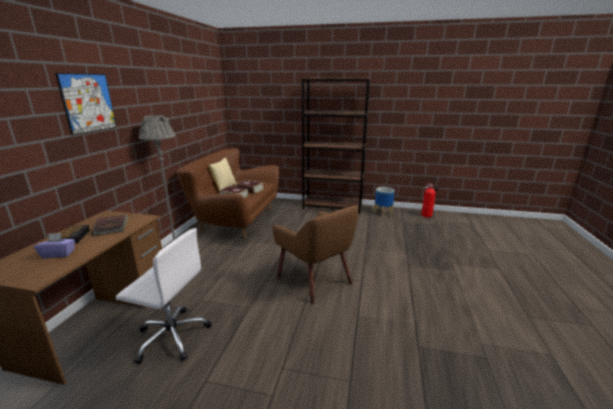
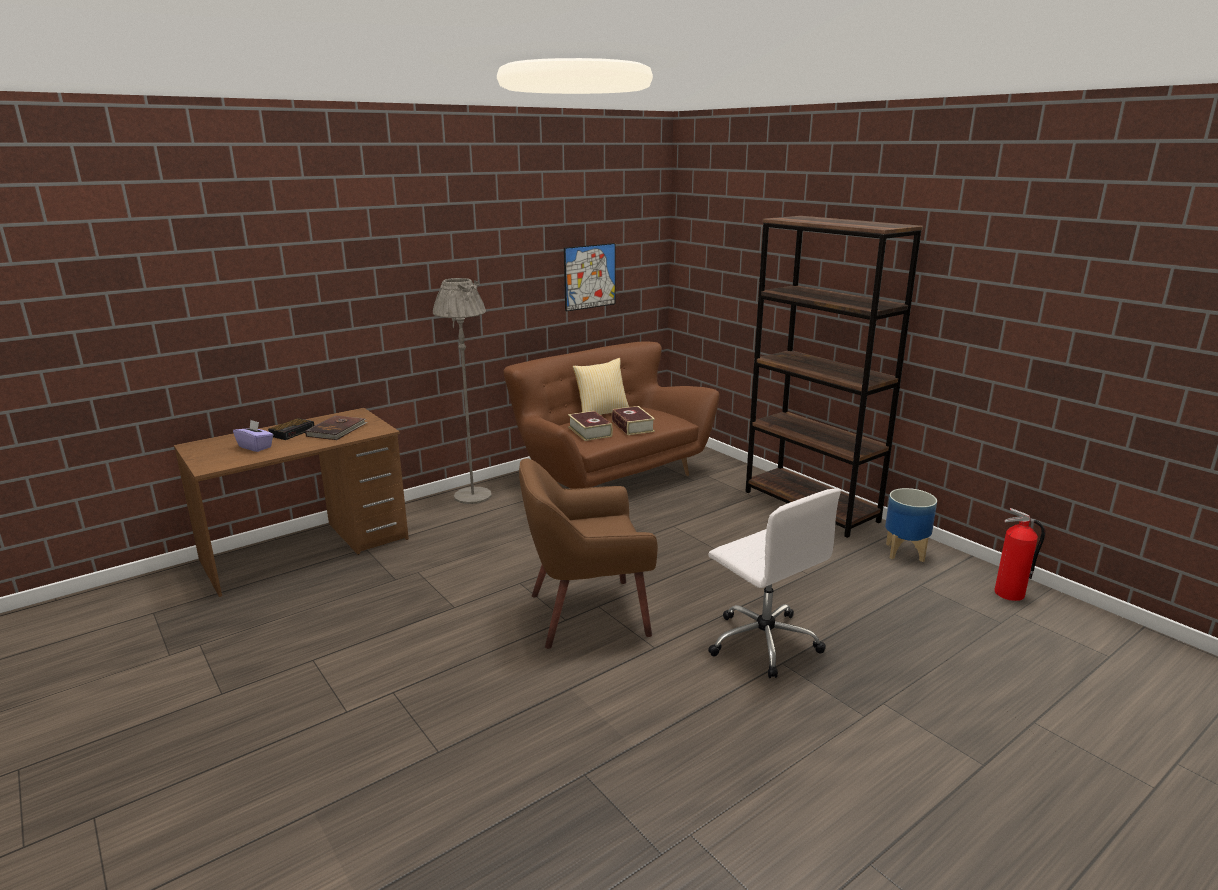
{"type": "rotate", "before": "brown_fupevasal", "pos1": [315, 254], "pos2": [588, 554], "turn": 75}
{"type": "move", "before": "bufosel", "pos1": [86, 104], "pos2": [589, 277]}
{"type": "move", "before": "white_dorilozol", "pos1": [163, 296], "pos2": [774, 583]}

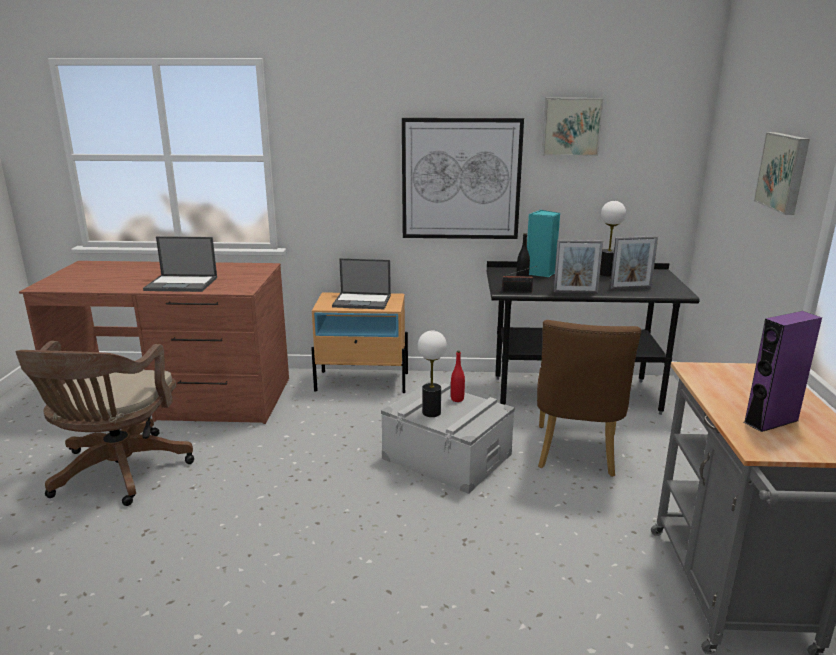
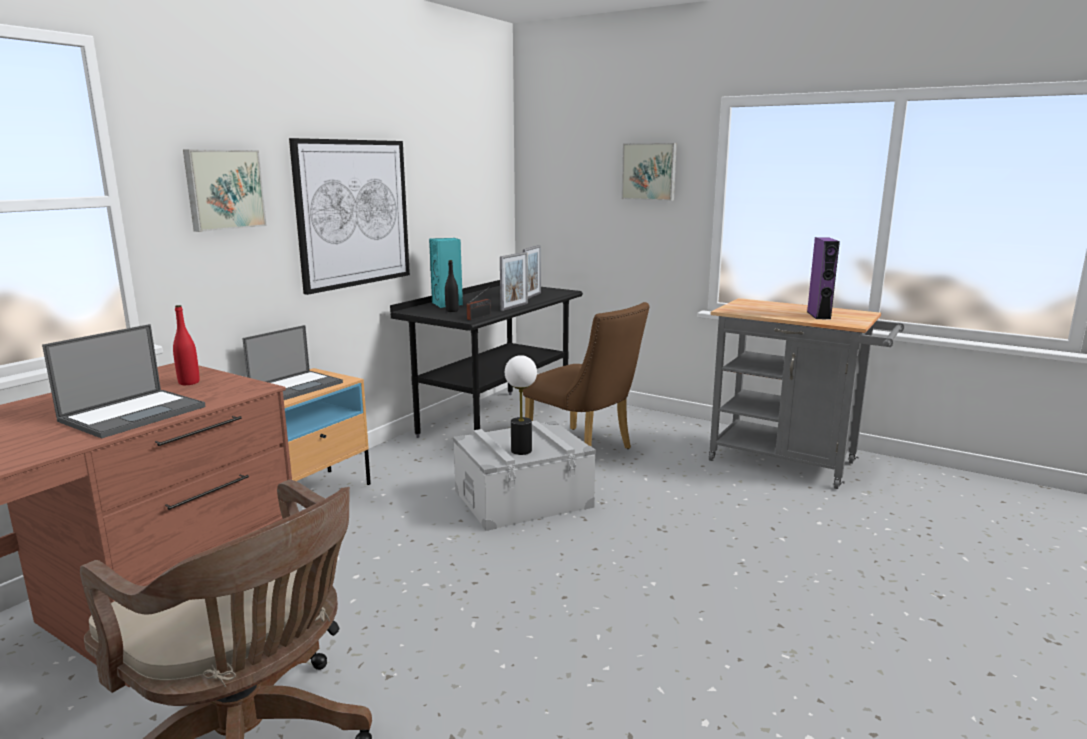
{"type": "move", "before": "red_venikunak", "pos1": [458, 376], "pos2": [186, 345]}
{"type": "move", "before": "bufosel", "pos1": [572, 127], "pos2": [225, 191]}
{"type": "delete", "before": "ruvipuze", "pos1": [613, 238]}

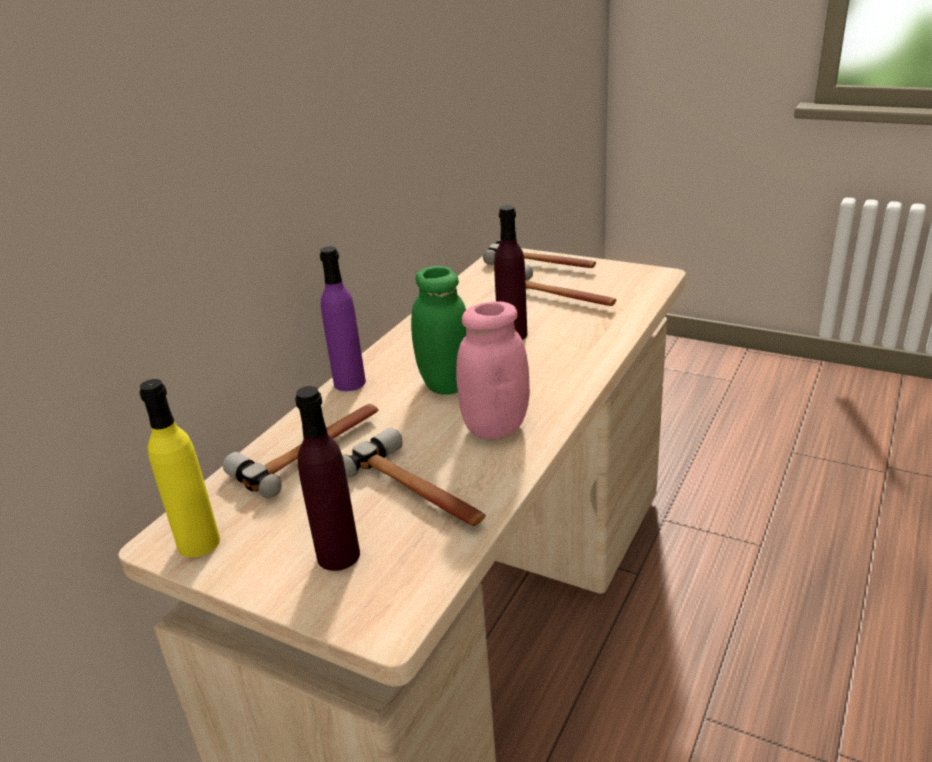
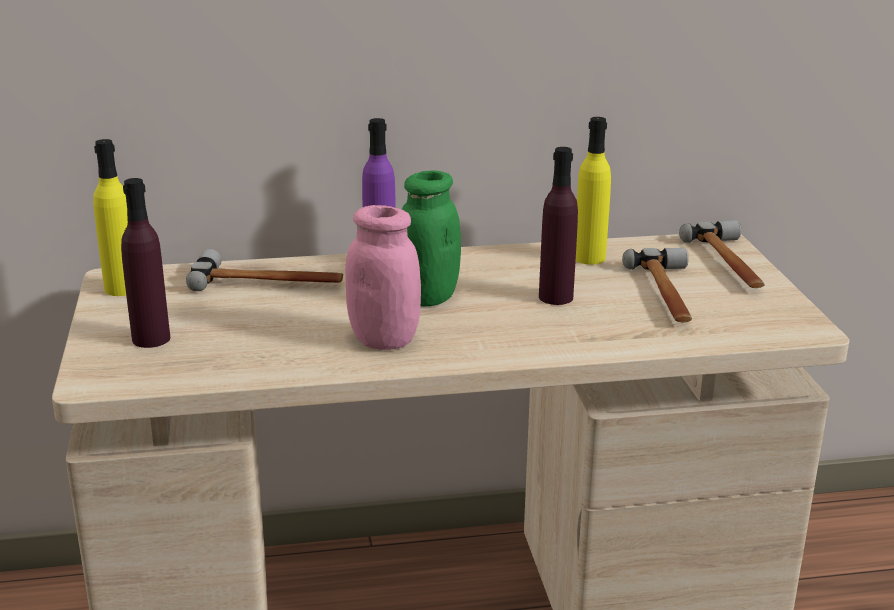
{"type": "insert", "after": "yellow_venikunak", "pos2": [593, 191]}
{"type": "delete", "before": "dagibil", "pos1": [414, 477]}

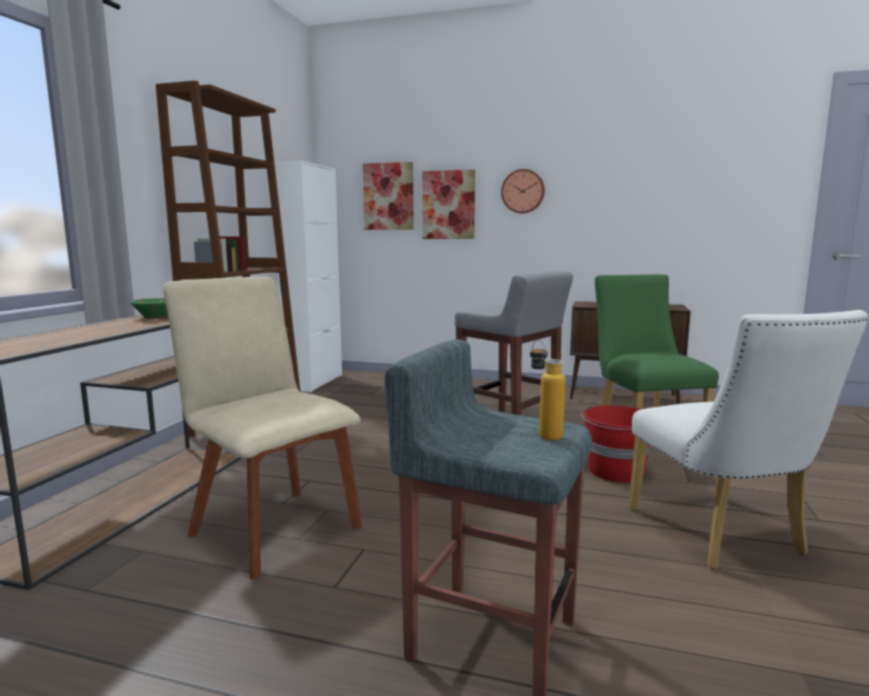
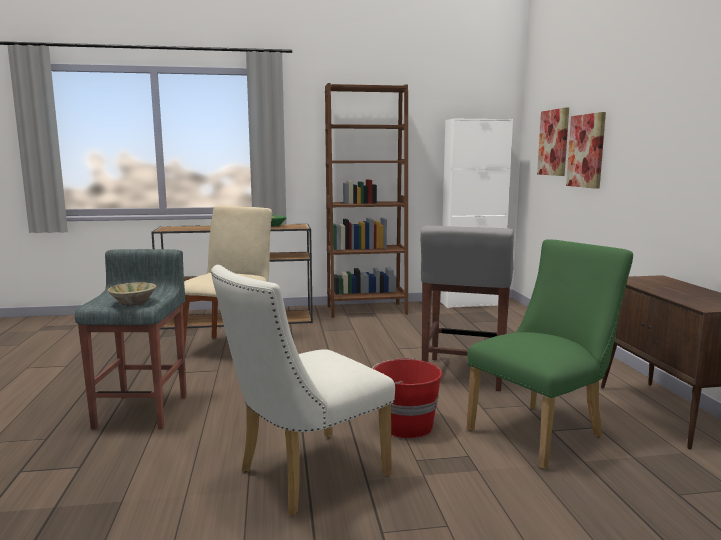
{"type": "replace", "before": "venikunak", "after": "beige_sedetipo", "pos1": [547, 390], "pos2": [131, 294]}
{"type": "delete", "before": "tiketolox", "pos1": [523, 191]}

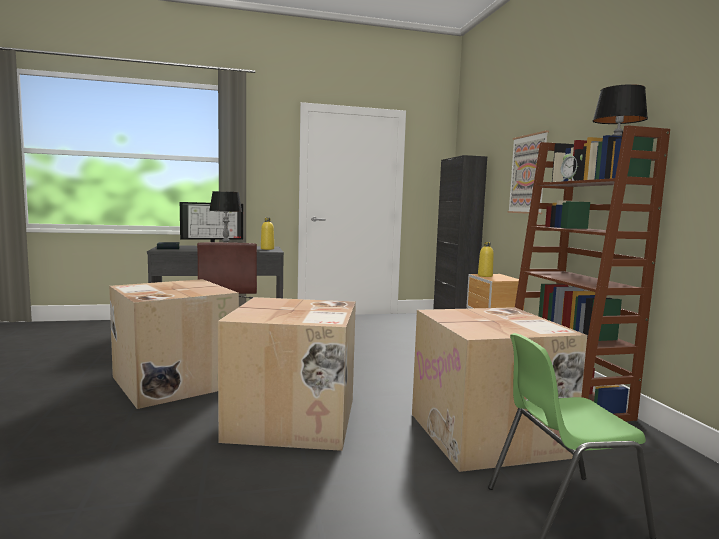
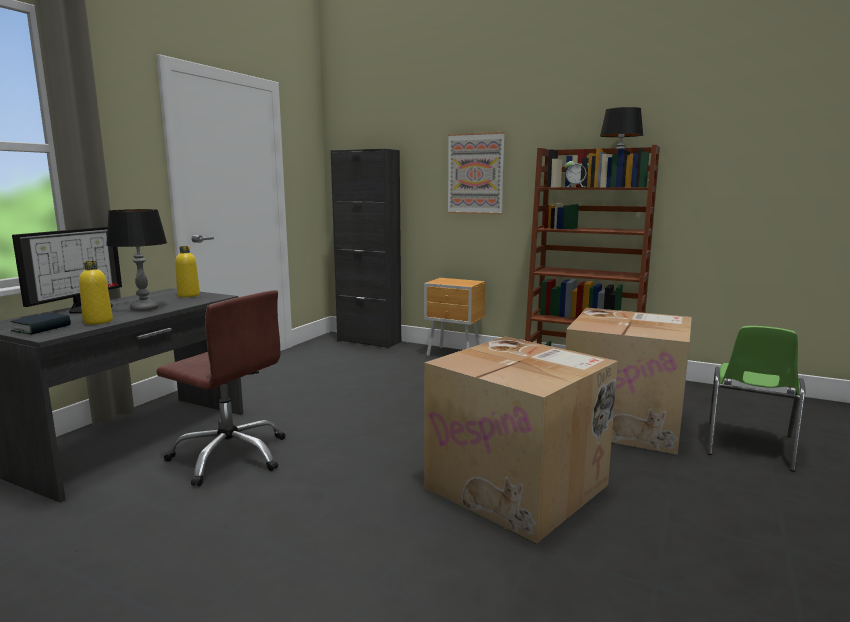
{"type": "move", "before": "yellow_venikunak", "pos1": [486, 259], "pos2": [96, 293]}
{"type": "delete", "before": "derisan", "pos1": [174, 344]}

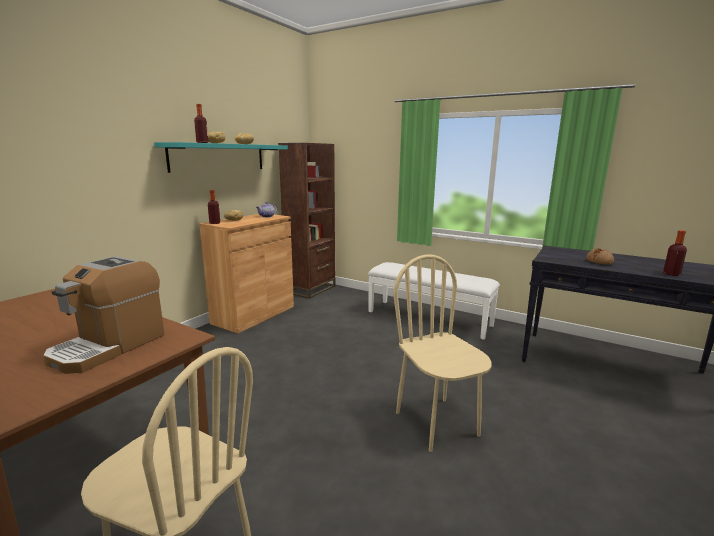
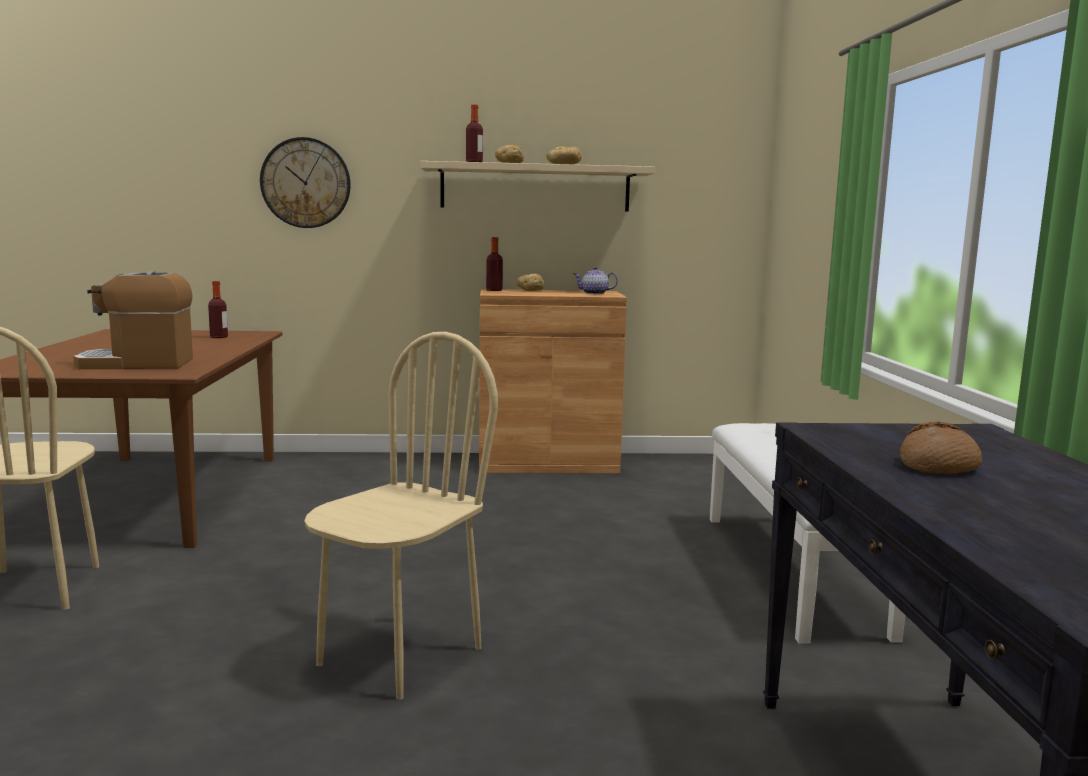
{"type": "move", "before": "venikunak", "pos1": [675, 253], "pos2": [218, 309]}
{"type": "insert", "after": "tiketolox", "pos2": [305, 182]}
{"type": "recolor", "before": "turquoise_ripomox", "after": "beige_ripomox", "pos1": [221, 157], "pos2": [537, 186]}
{"type": "delete", "before": "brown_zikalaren", "pos1": [306, 221]}

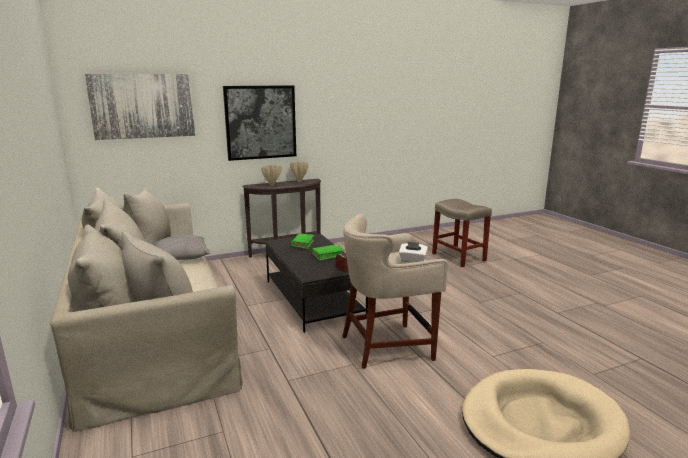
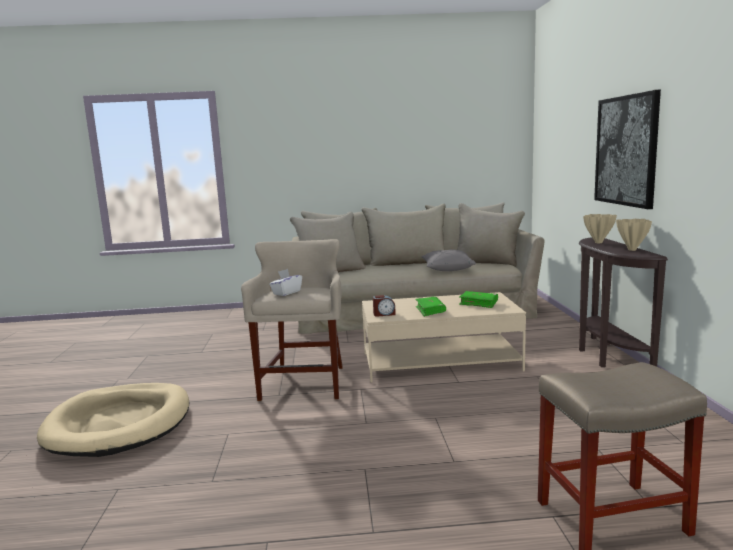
{"type": "recolor", "before": "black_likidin", "after": "beige_likidin", "pos1": [316, 283], "pos2": [444, 337]}
{"type": "delete", "before": "bufosel", "pos1": [140, 107]}

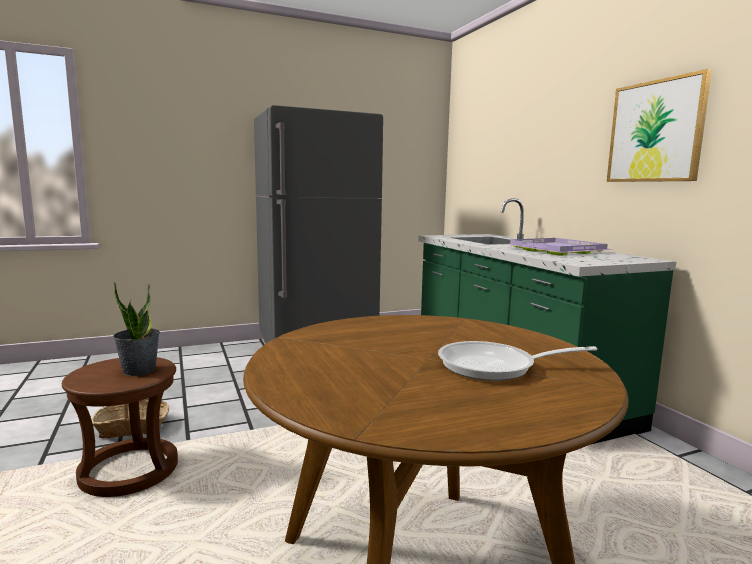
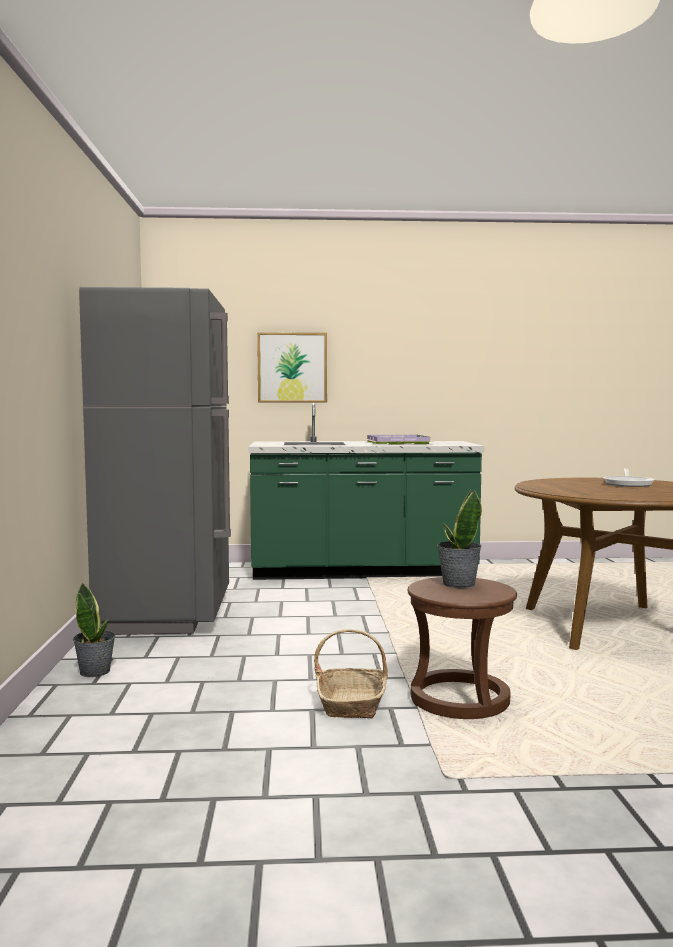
{"type": "insert", "after": "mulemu", "pos2": [94, 629]}
{"type": "move", "before": "bufosel", "pos1": [659, 125], "pos2": [292, 367]}

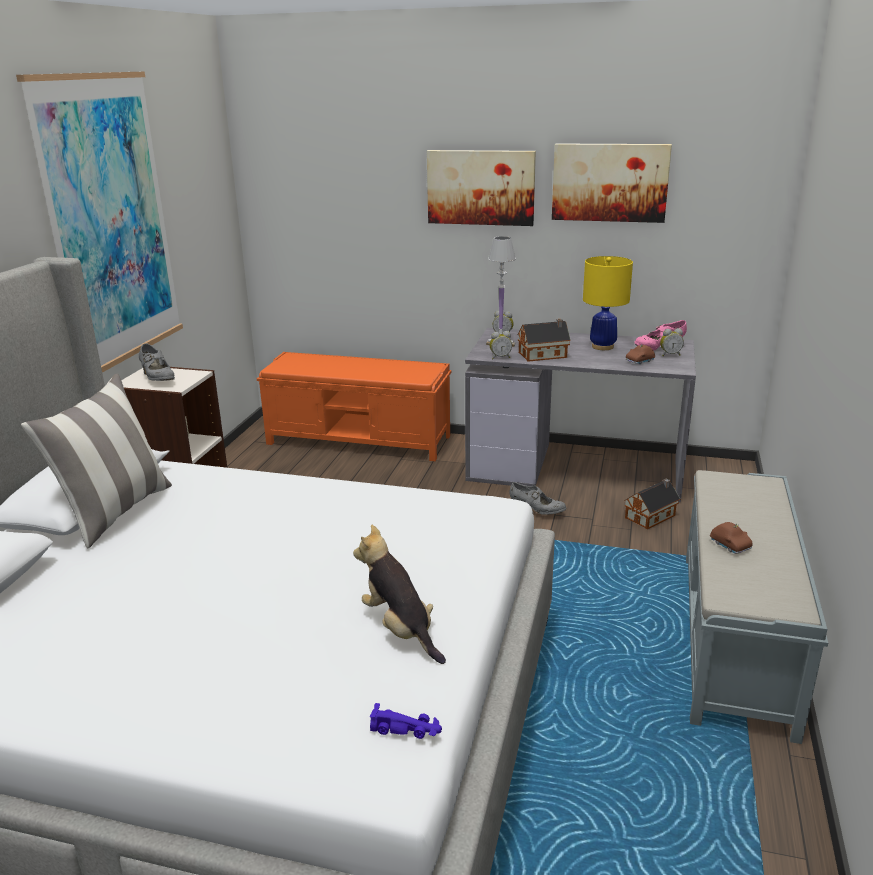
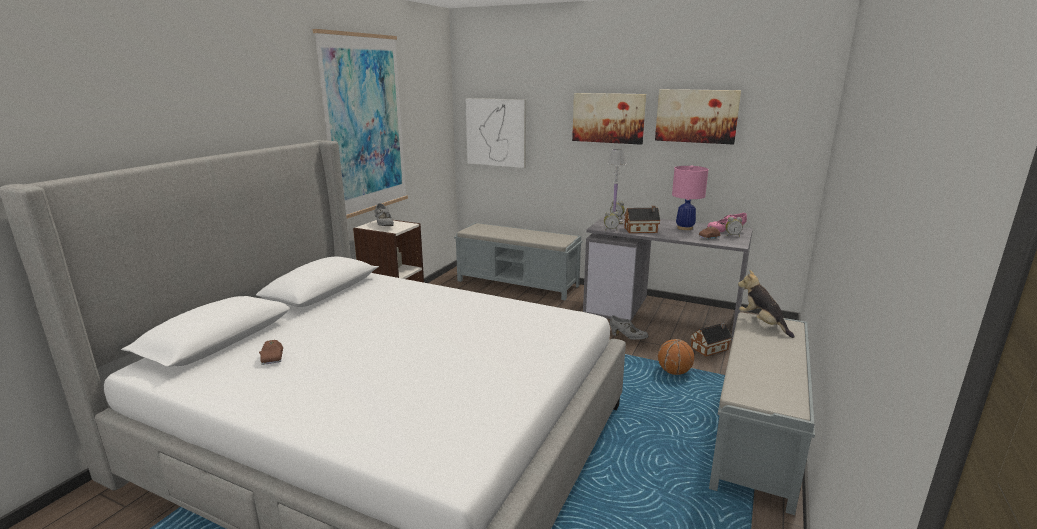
{"type": "move", "before": "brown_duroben", "pos1": [731, 538], "pos2": [271, 352]}
{"type": "recolor", "before": "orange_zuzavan", "after": "grey_zuzavan", "pos1": [354, 406], "pos2": [518, 261]}
{"type": "insert", "after": "bufosel", "pos2": [495, 133]}
{"type": "insert", "after": "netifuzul", "pos2": [676, 357]}
{"type": "recolor", "before": "yellow_ruvipuze", "after": "pink_ruvipuze", "pos1": [608, 303], "pos2": [690, 197]}
{"type": "move", "before": "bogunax", "pos1": [399, 594], "pos2": [766, 304]}
{"type": "delete", "before": "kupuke", "pos1": [96, 461]}
{"type": "delete", "before": "purple_duroben", "pos1": [406, 721]}

